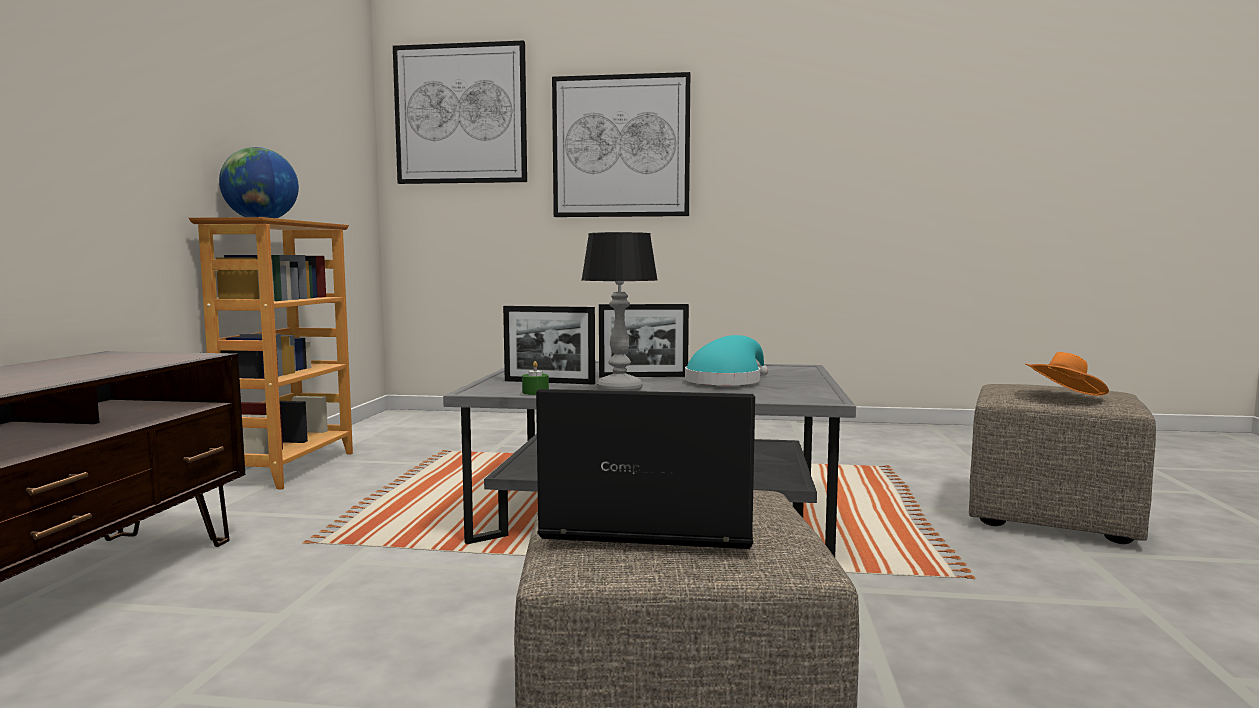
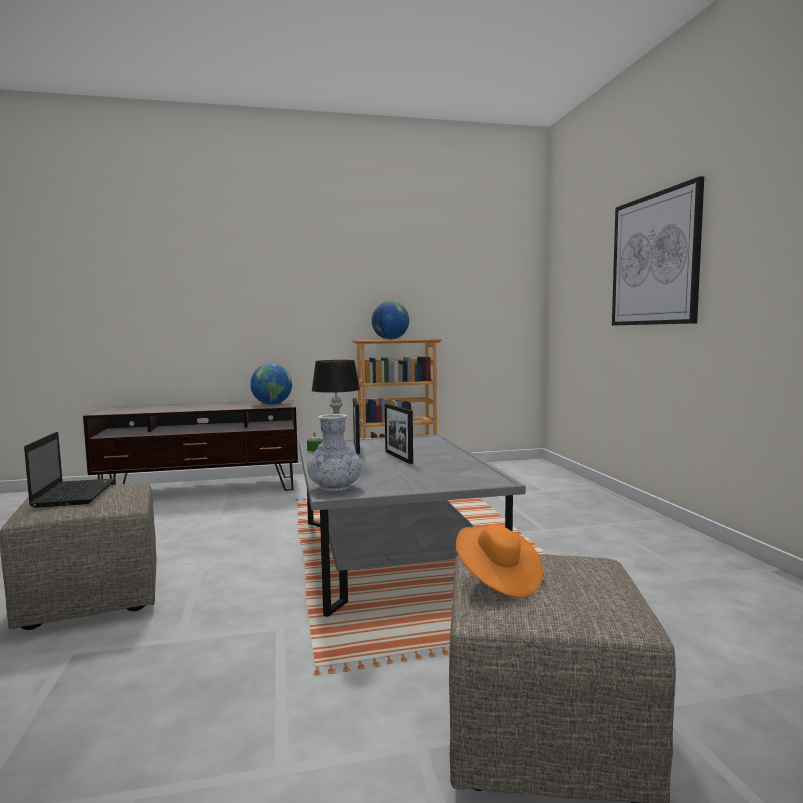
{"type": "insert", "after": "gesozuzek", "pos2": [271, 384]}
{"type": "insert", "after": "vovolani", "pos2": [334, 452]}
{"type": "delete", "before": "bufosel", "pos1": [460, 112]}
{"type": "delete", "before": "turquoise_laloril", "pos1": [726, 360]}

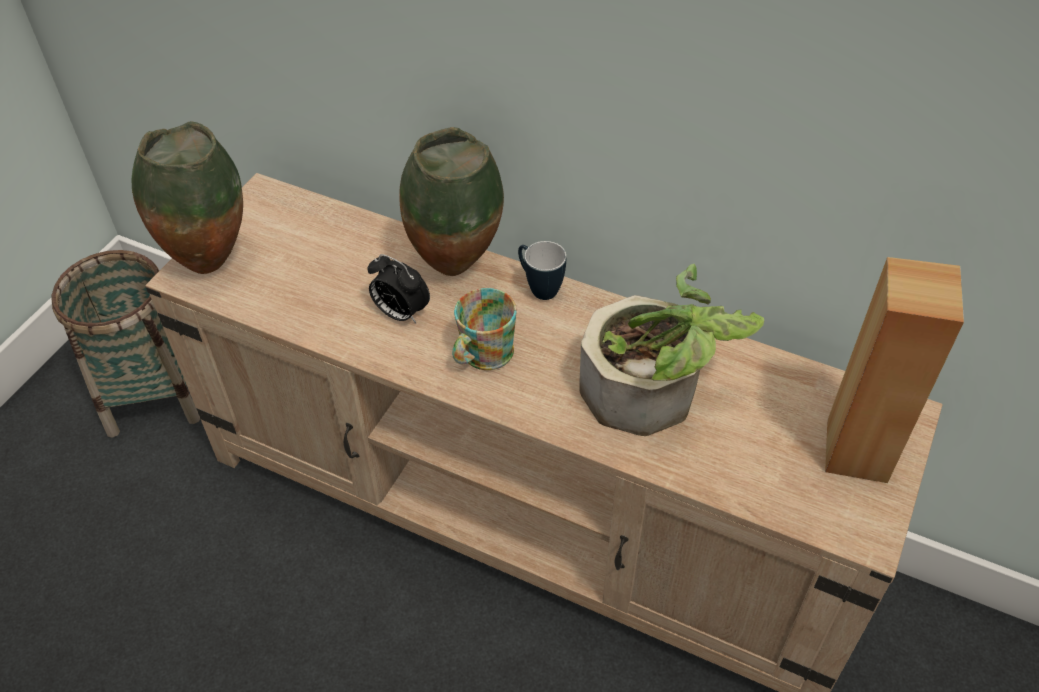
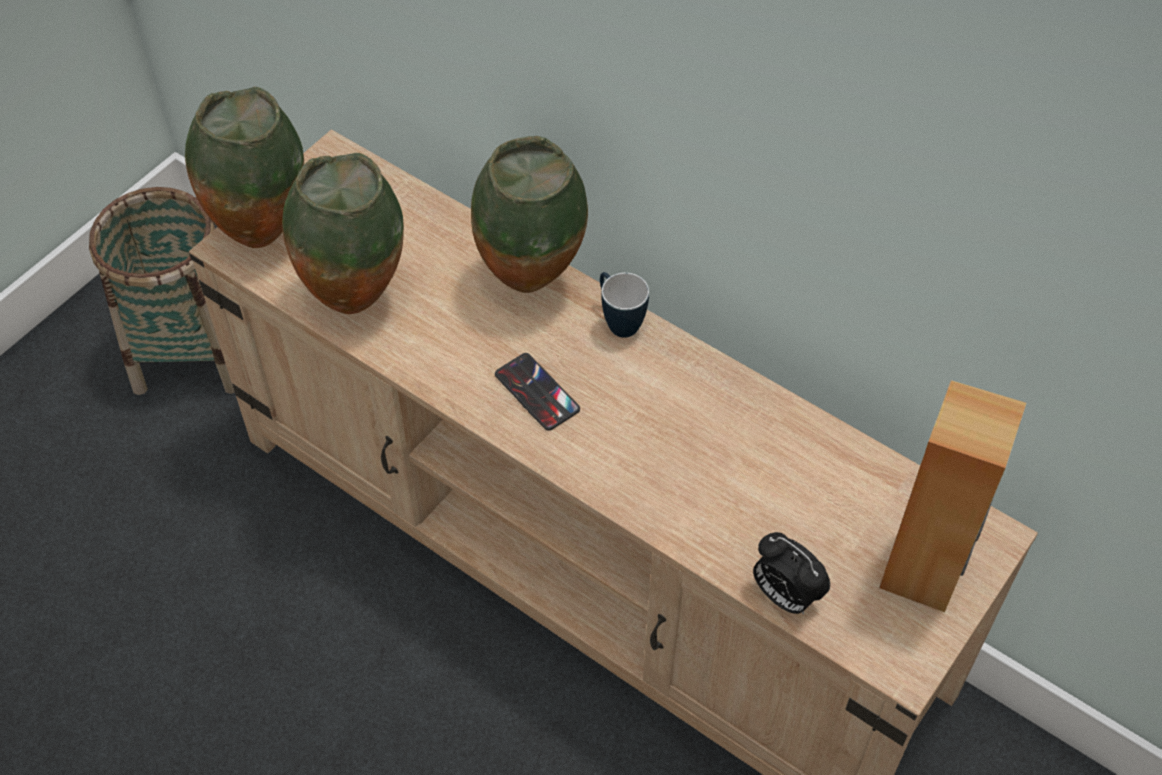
{"type": "insert", "after": "vovolani", "pos2": [343, 233]}
{"type": "replace", "before": "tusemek", "after": "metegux", "pos1": [484, 329], "pos2": [537, 392]}
{"type": "move", "before": "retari", "pos1": [399, 288], "pos2": [791, 573]}
{"type": "delete", "before": "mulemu", "pos1": [671, 350]}

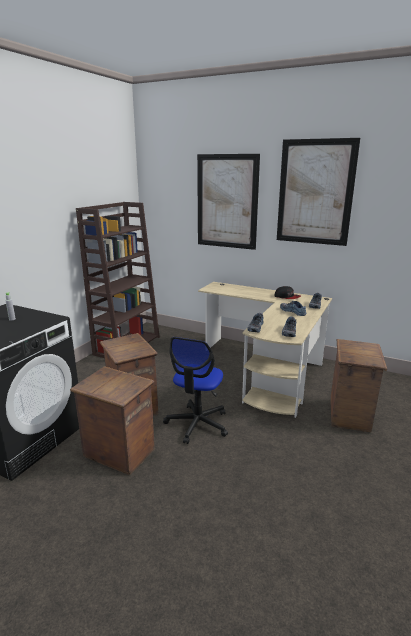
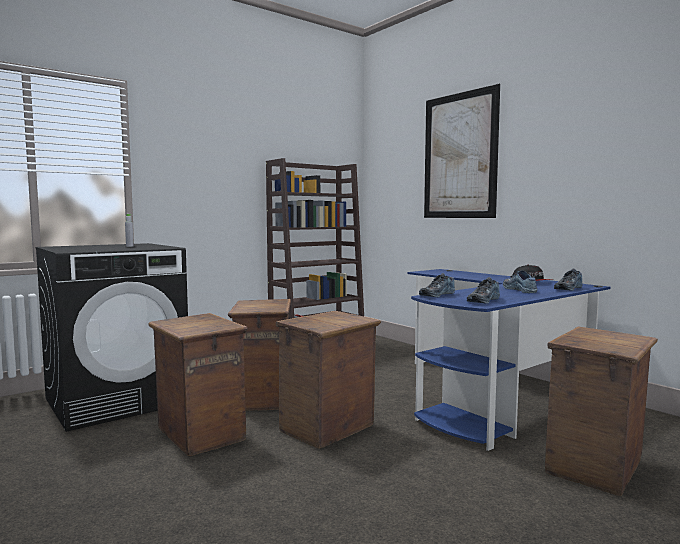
{"type": "replace", "before": "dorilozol", "after": "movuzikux", "pos1": [195, 390], "pos2": [328, 379]}
{"type": "recolor", "before": "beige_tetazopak", "after": "blue_tetazopak", "pos1": [265, 350], "pos2": [508, 360]}
{"type": "delete", "before": "bufosel", "pos1": [318, 192]}

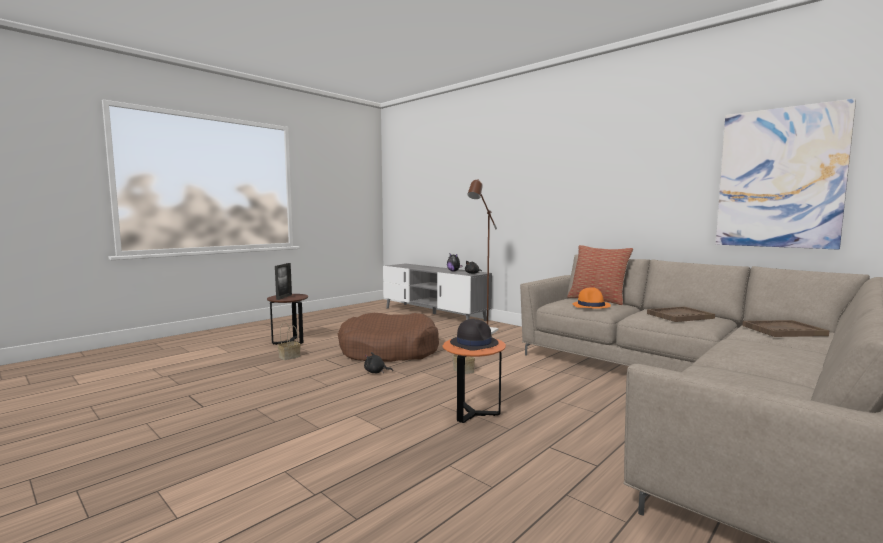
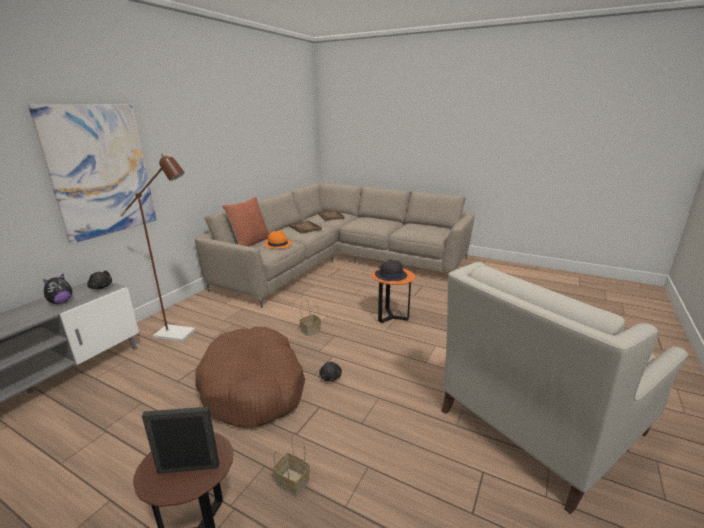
{"type": "move", "before": "bufosel", "pos1": [786, 174], "pos2": [92, 174]}
{"type": "insert", "after": "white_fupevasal", "pos2": [565, 388]}

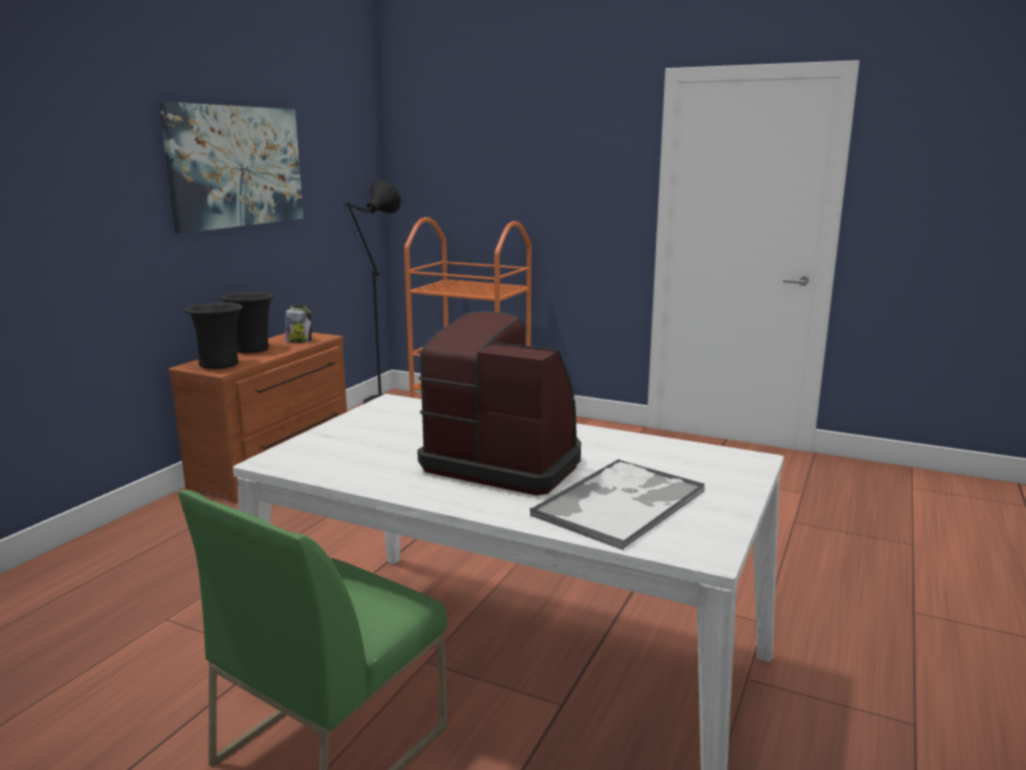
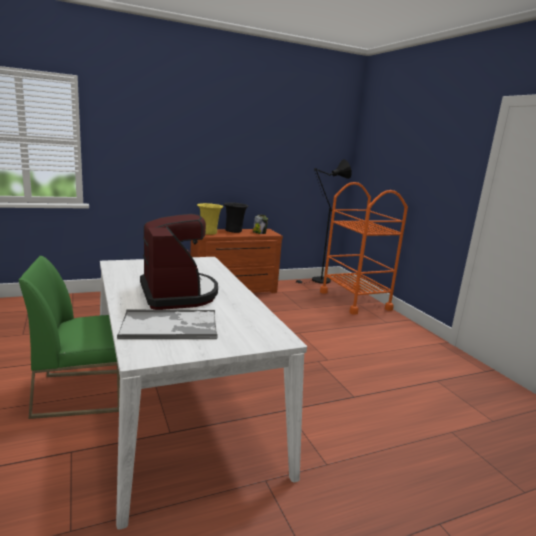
{"type": "recolor", "before": "black_vovolani", "after": "yellow_vovolani", "pos1": [213, 335], "pos2": [210, 219]}
{"type": "delete", "before": "bufosel", "pos1": [231, 167]}

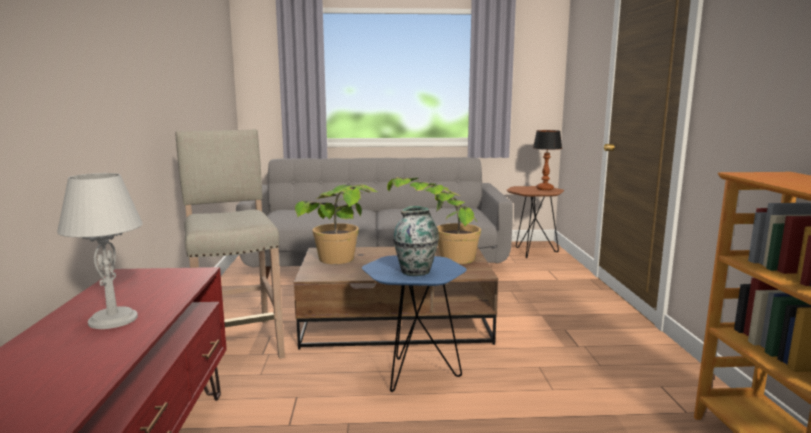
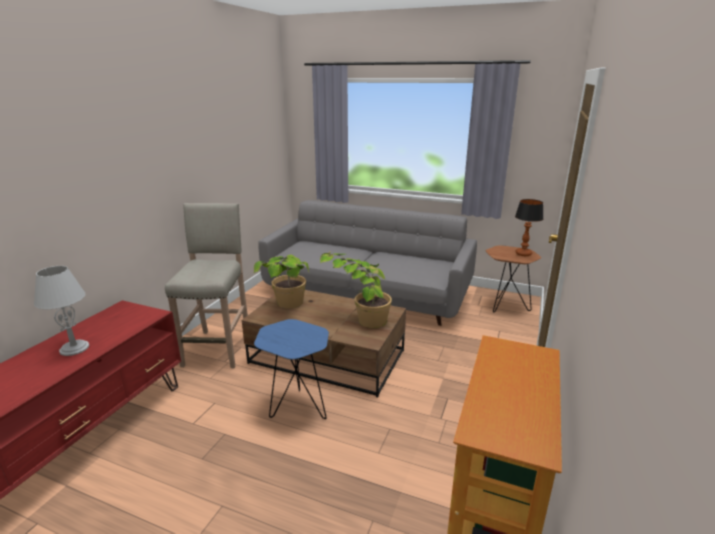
{"type": "delete", "before": "vovolani", "pos1": [416, 241]}

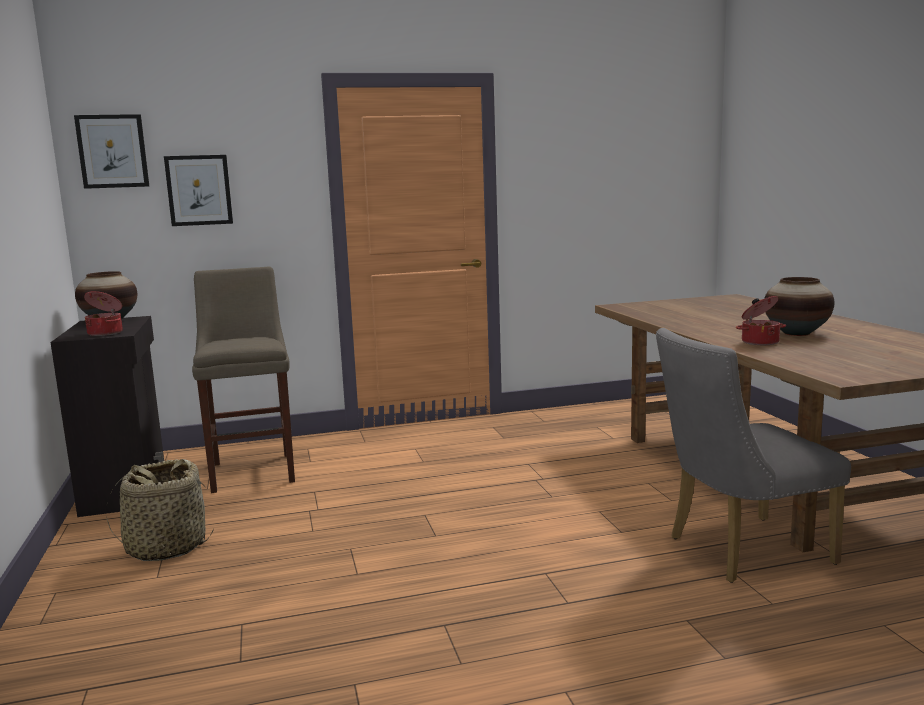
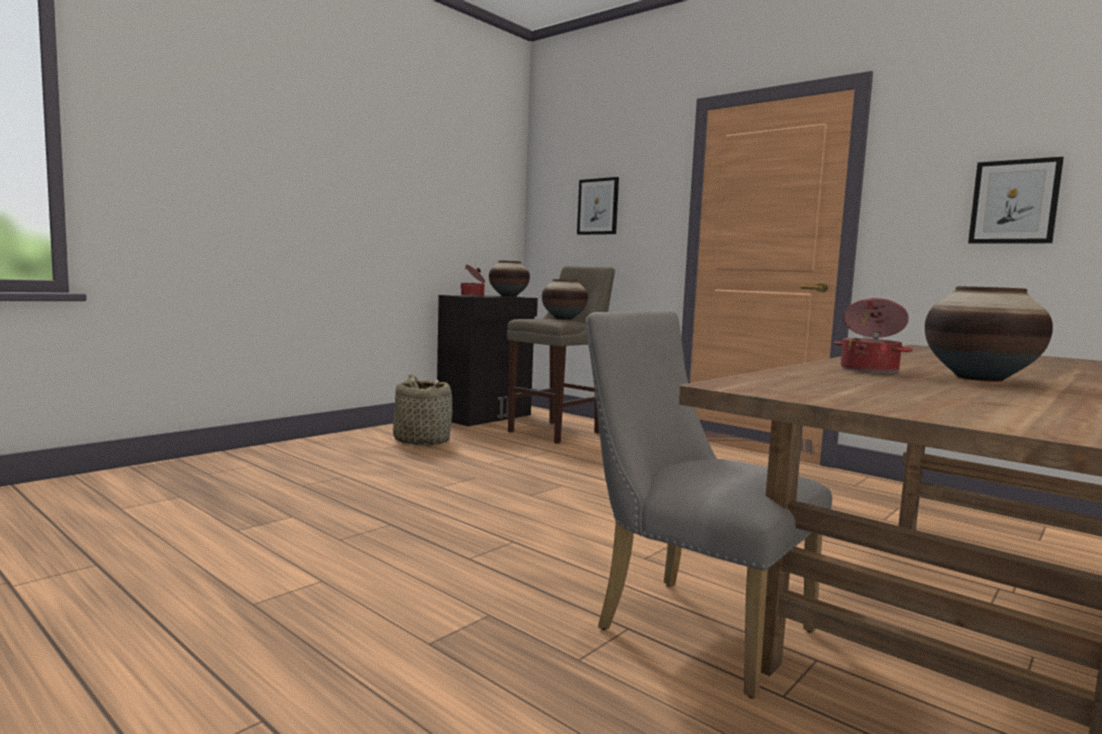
{"type": "insert", "after": "vovolani", "pos2": [565, 299]}
{"type": "move", "before": "bufosel", "pos1": [111, 151], "pos2": [1016, 200]}

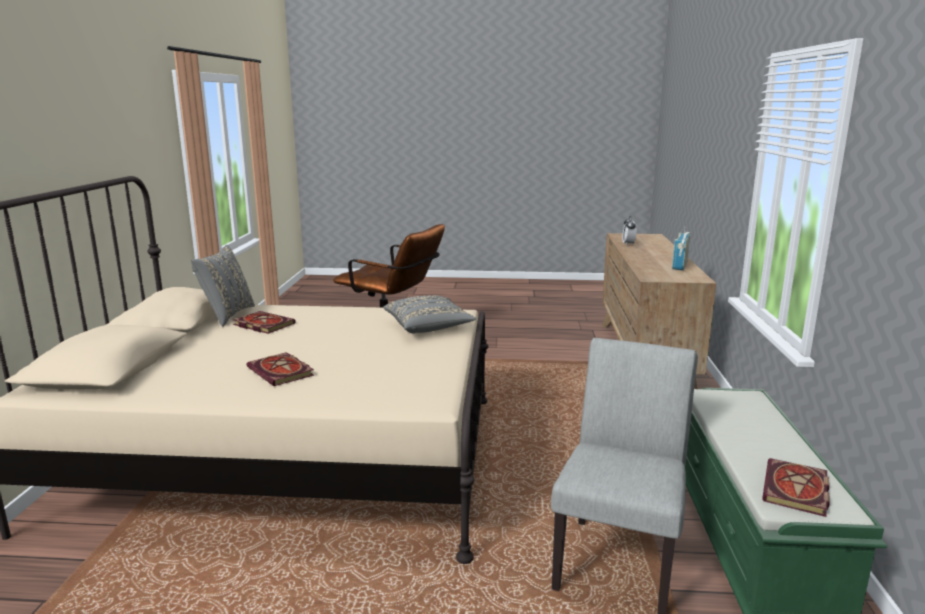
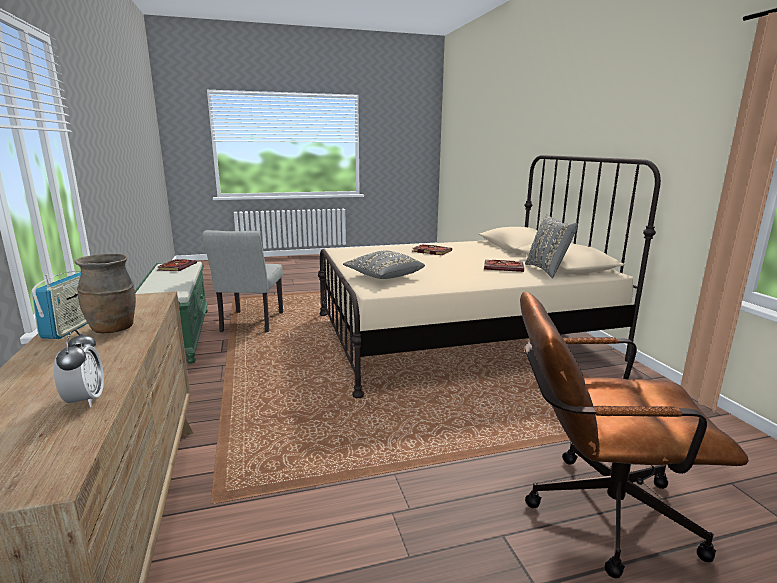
{"type": "insert", "after": "brown_vovolani", "pos2": [105, 293]}

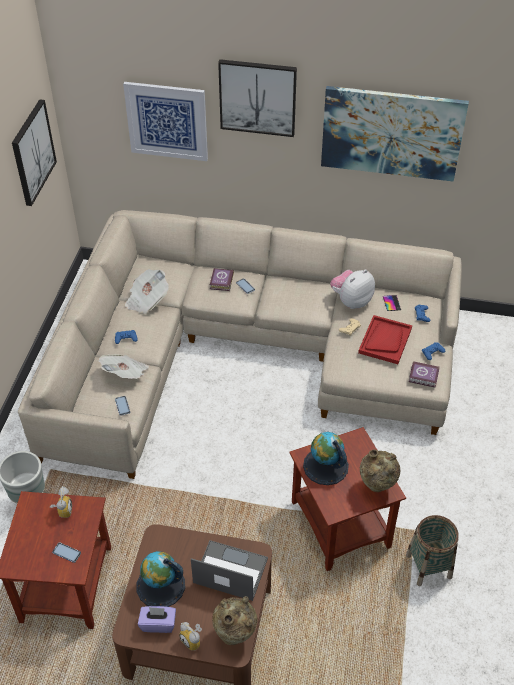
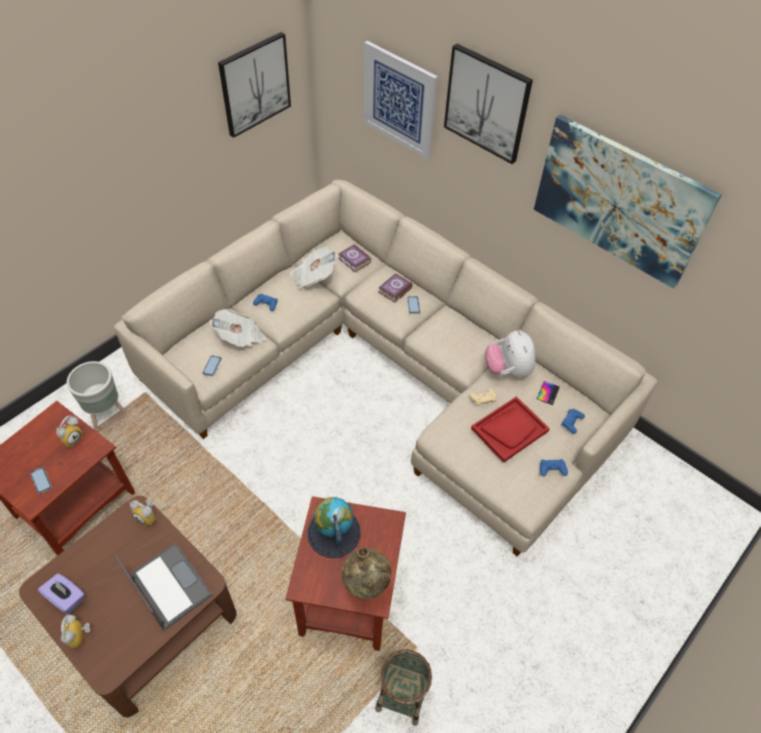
{"type": "insert", "after": "retari", "pos2": [143, 512]}
{"type": "move", "before": "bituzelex", "pos1": [424, 374], "pos2": [354, 258]}
{"type": "rotate", "before": "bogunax", "pos1": [352, 289], "pos2": [510, 354], "turn": -90}
{"type": "delete", "before": "gesozuzek", "pos1": [160, 579]}
{"type": "delete", "before": "beige_vovolani", "pos1": [235, 620]}

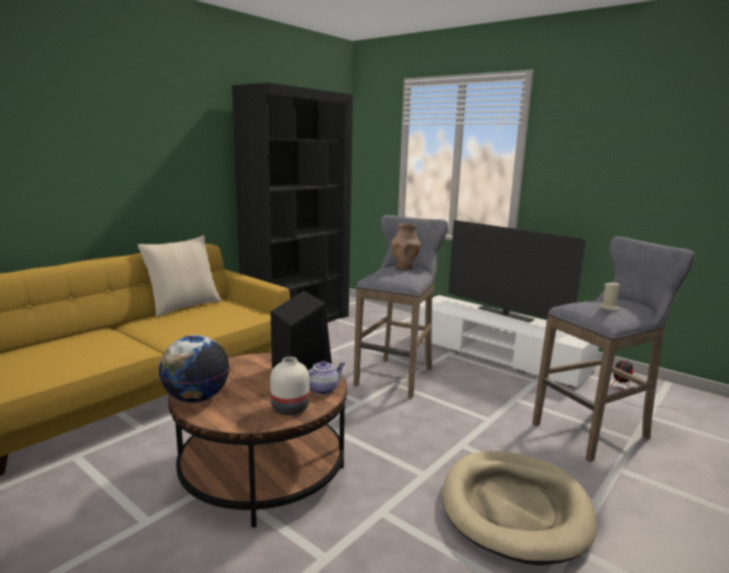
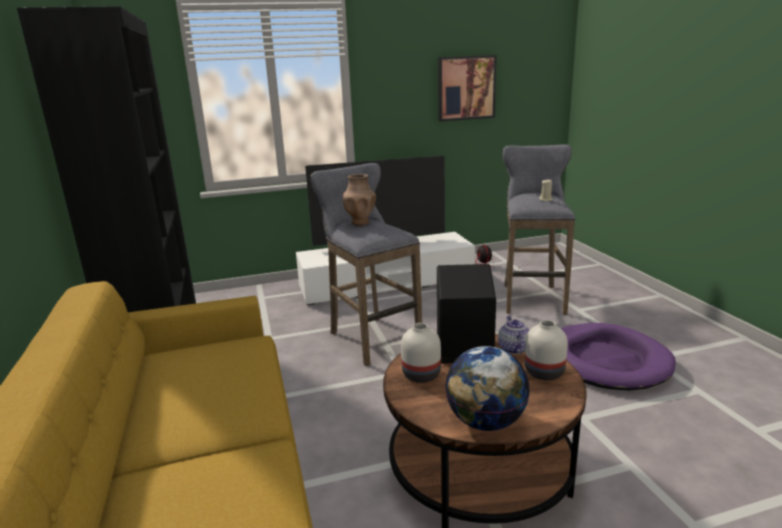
{"type": "insert", "after": "white_vovolani", "pos2": [421, 353]}
{"type": "insert", "after": "bufosel", "pos2": [467, 88]}
{"type": "recolor", "before": "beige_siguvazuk", "after": "purple_siguvazuk", "pos1": [519, 508], "pos2": [618, 357]}
{"type": "delete", "before": "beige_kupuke", "pos1": [180, 276]}

